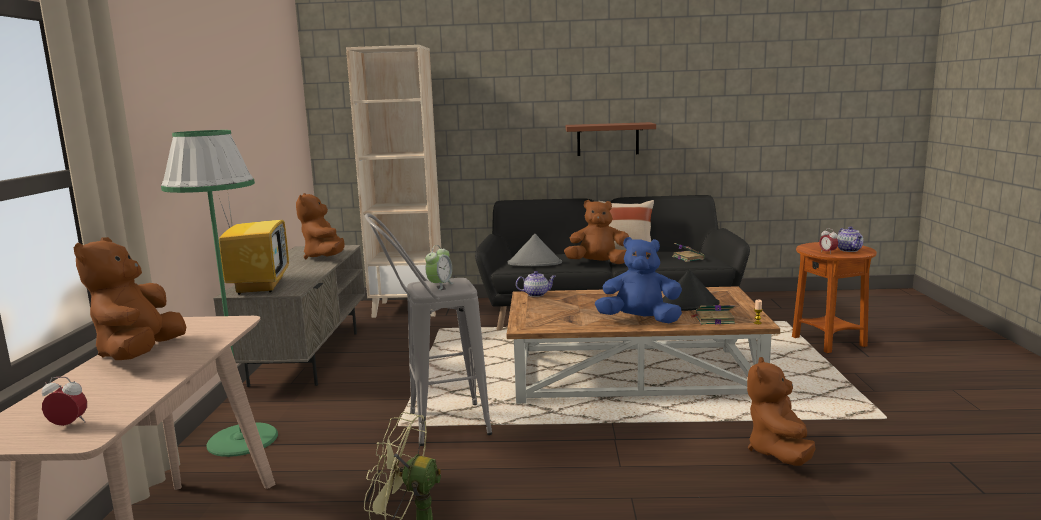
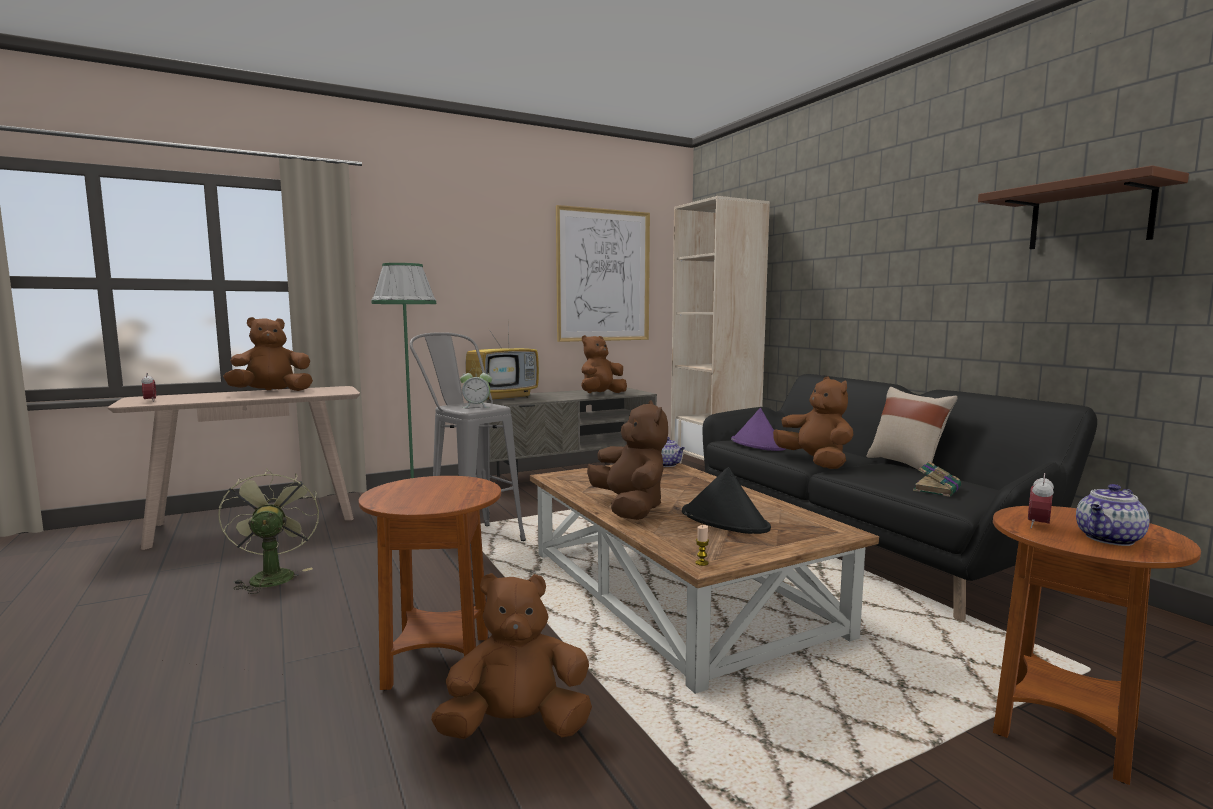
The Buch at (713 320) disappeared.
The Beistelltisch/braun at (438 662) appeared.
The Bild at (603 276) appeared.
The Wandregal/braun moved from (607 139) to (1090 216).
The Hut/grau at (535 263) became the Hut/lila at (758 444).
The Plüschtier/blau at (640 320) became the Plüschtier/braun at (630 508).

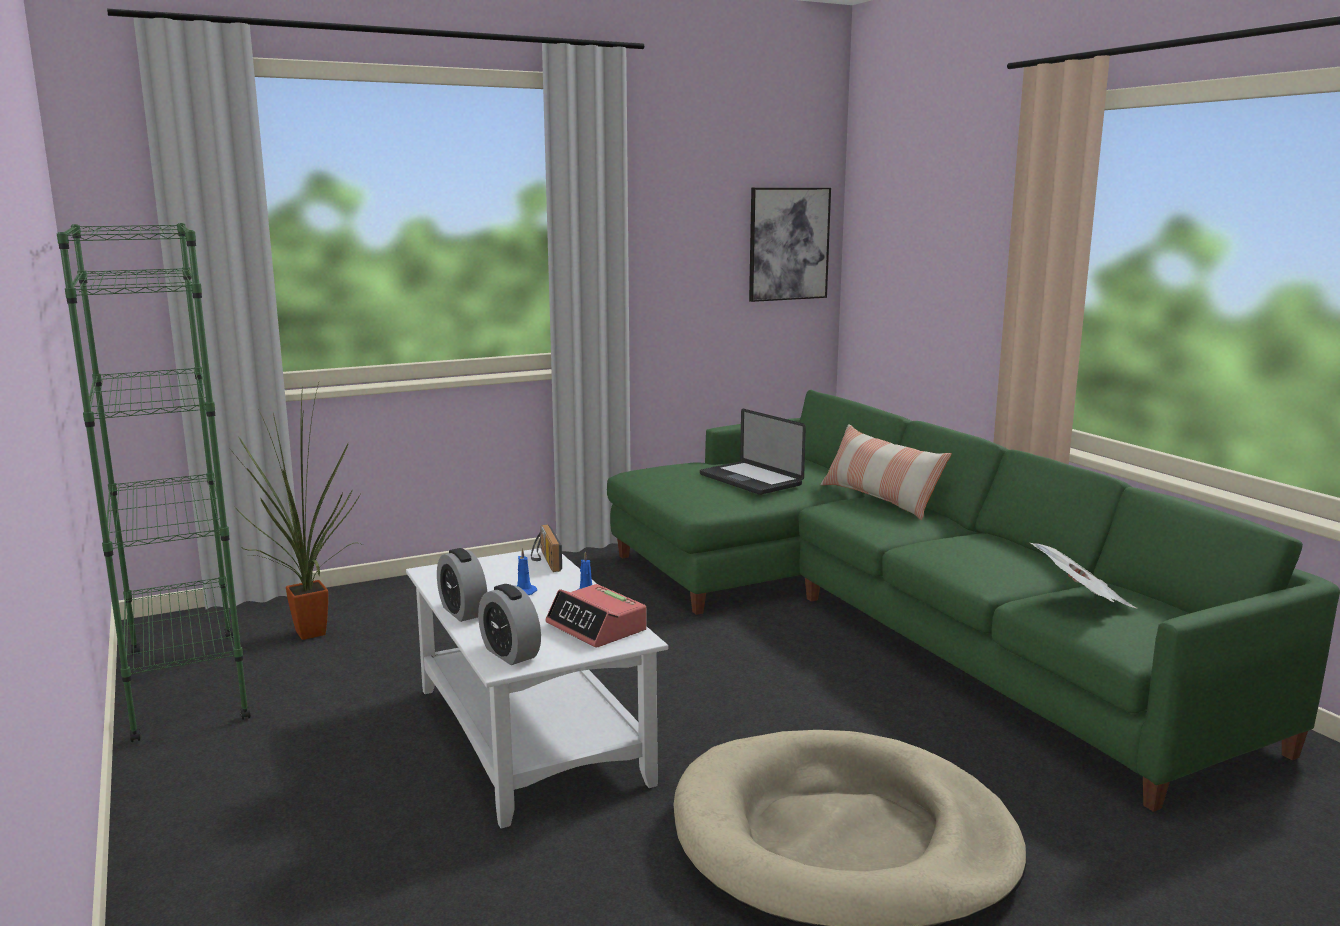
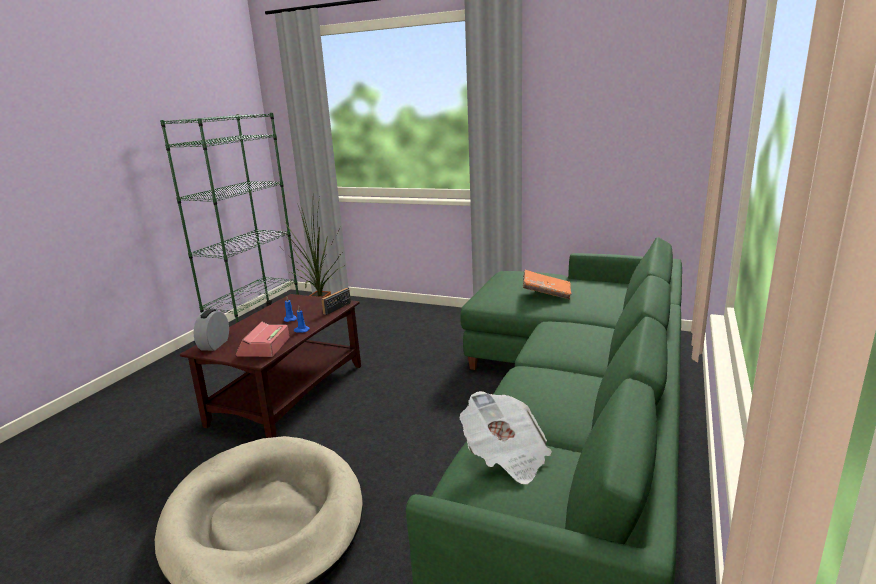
The Wecker at (463 611) disappeared.
The Bild at (788 244) disappeared.
The Kissen at (880 499) disappeared.
The Laptop at (750 480) was replaced by the Buch/orange at (546 293).
The Couchtisch/weiß at (532 735) became the Couchtisch/braun at (288 395).

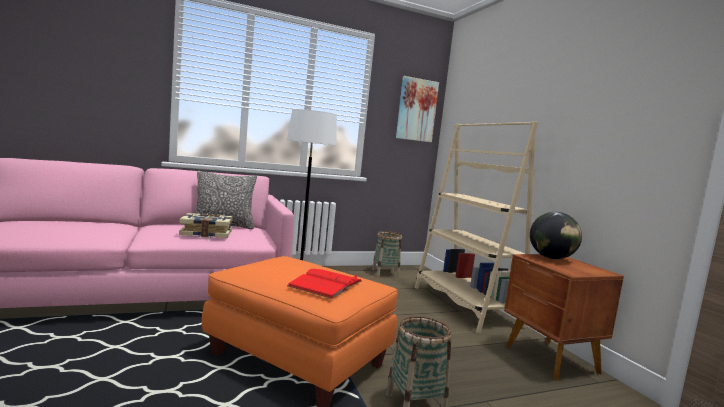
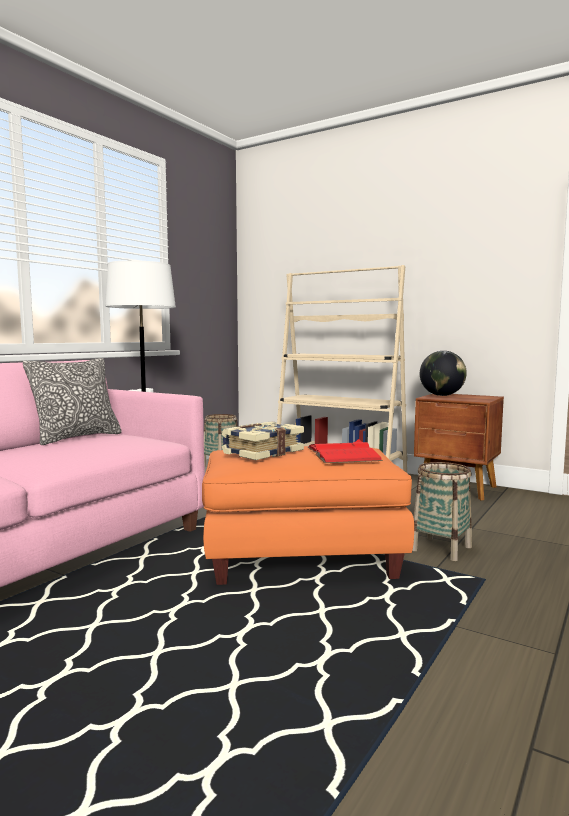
The Bild at (416 110) disappeared.
The Buch moved from (206 233) to (262 452).

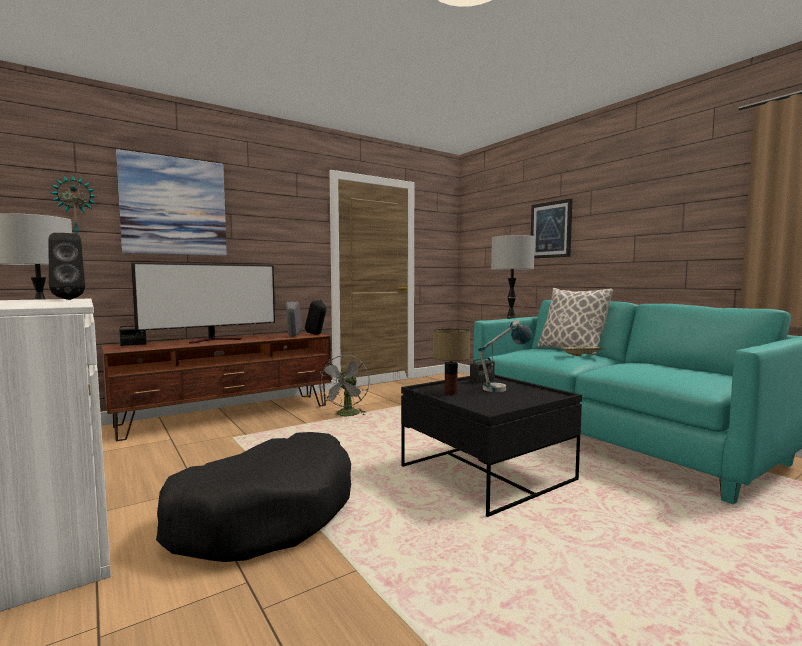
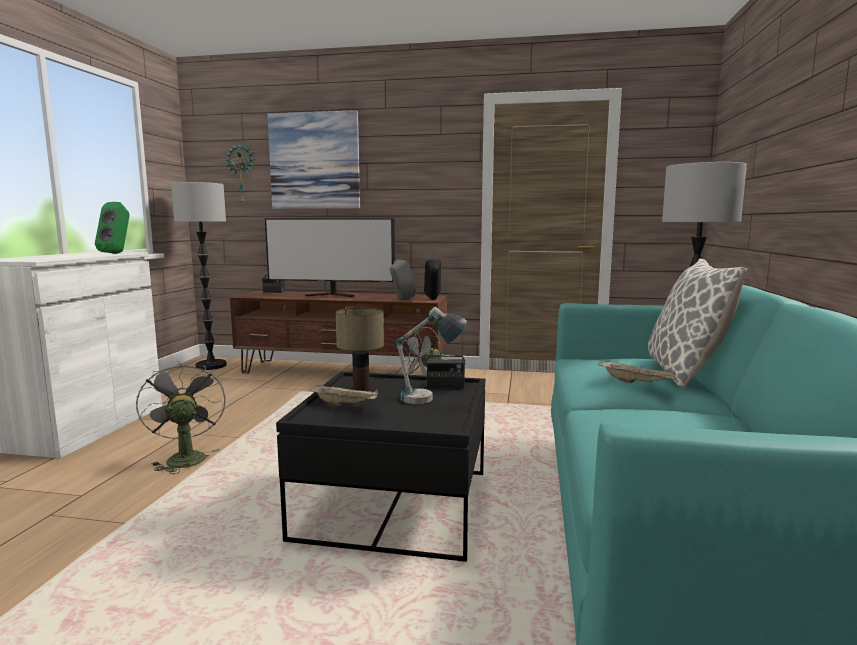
The Bild at (551 230) disappeared.
The Tablett/beige at (345 404) appeared.
The Hundebett/schwarz at (265 514) was replaced by the Ventilator/grau at (184 457).
The Lautsprecher/schwarz at (69 299) became the Lautsprecher/grün at (117 253).

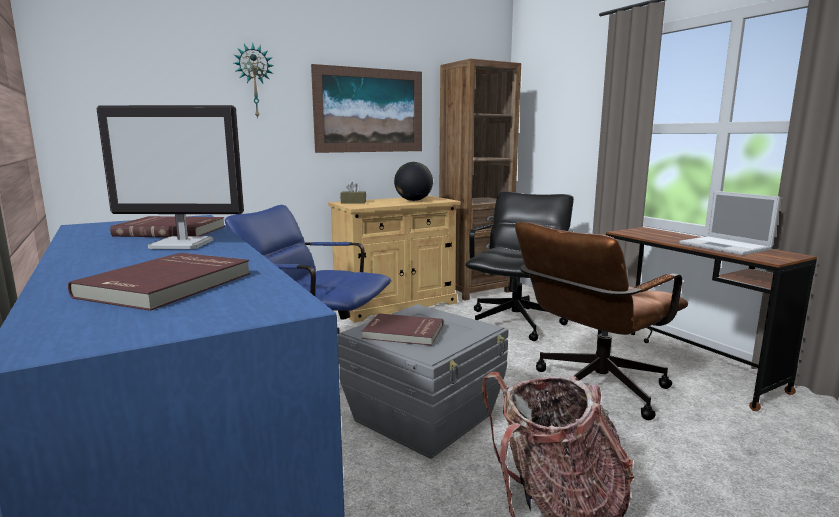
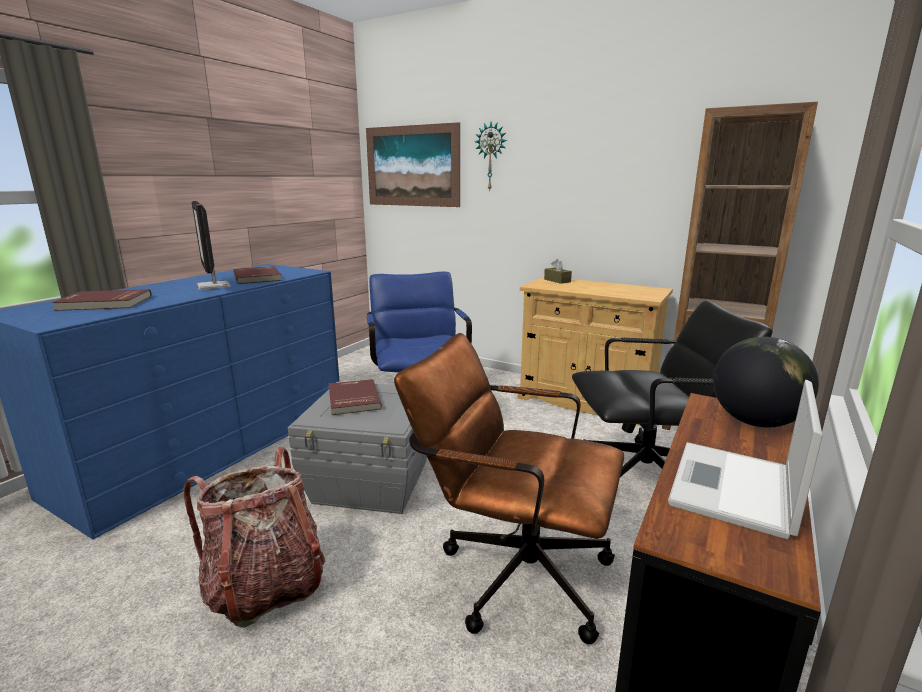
The Bild moved from (369 110) to (412 166).
The Globus moved from (413 200) to (755 422).

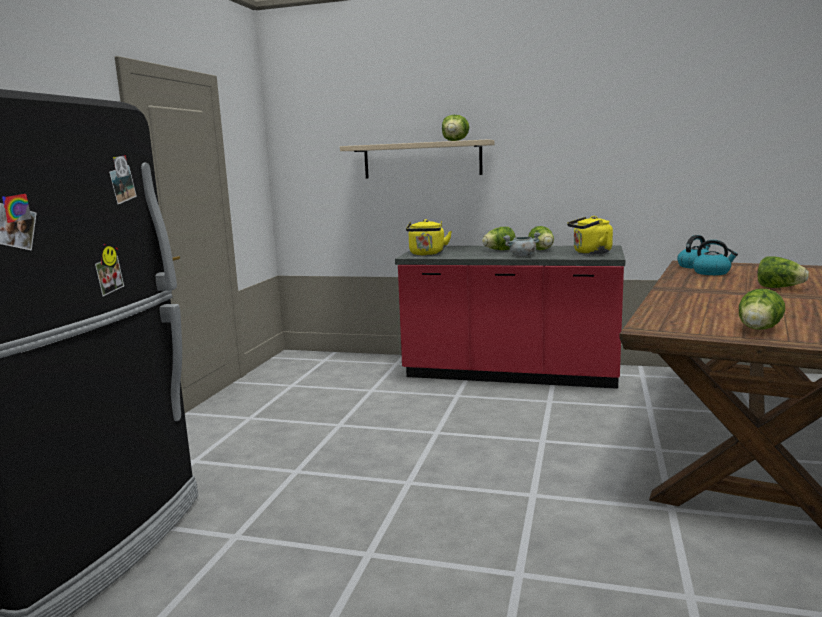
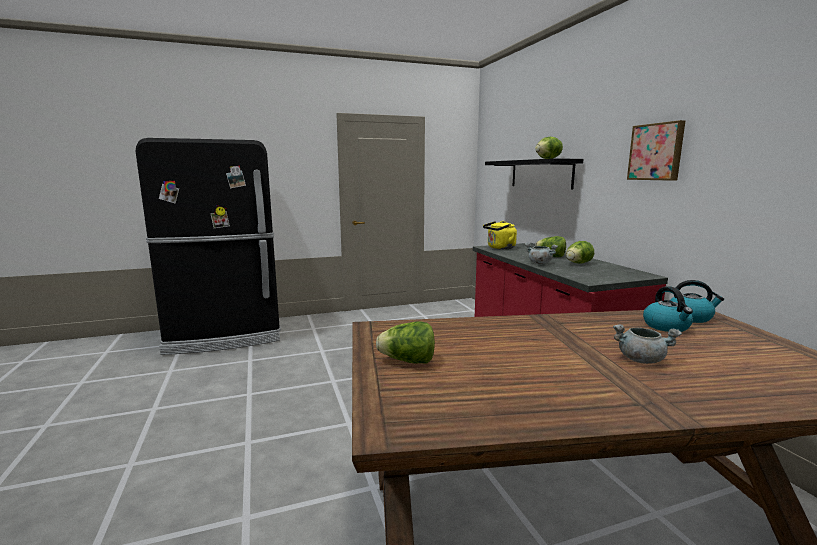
The Wasserkessel/gelb at (590 253) disappeared.
The Bild at (656 152) appeared.
The Salatkopf at (779 288) was replaced by the Kochtopf/grau at (641 359).
The Wandregal/beige at (422 160) became the Wandregal/schwarz at (541 174).

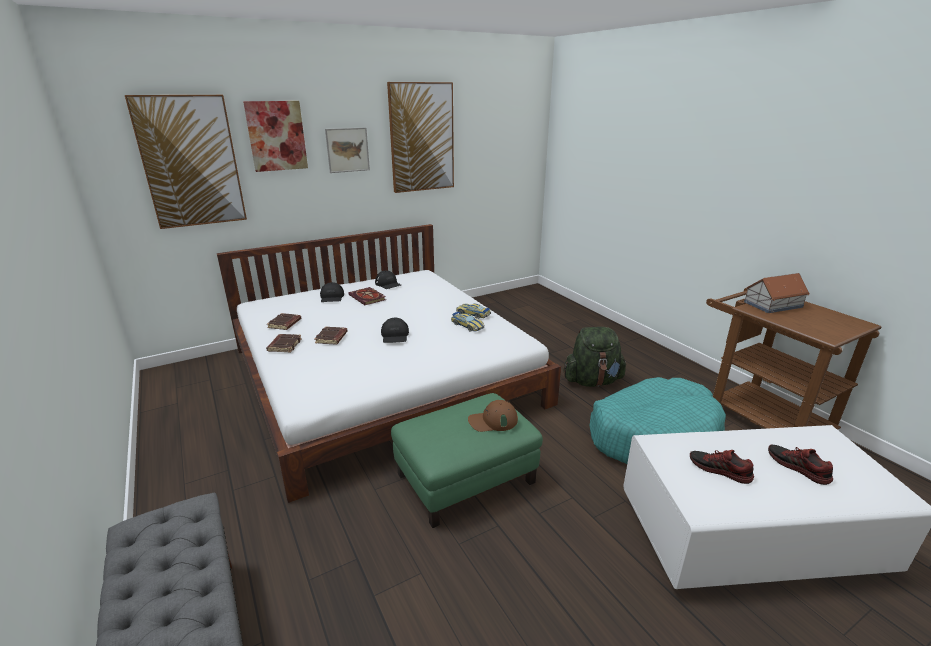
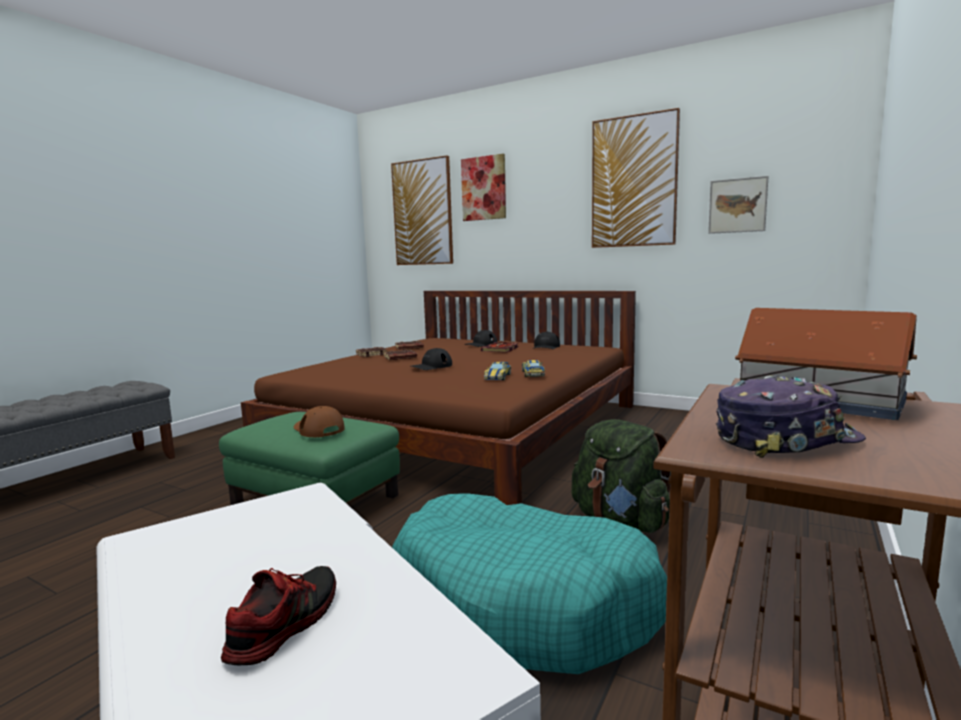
The Schuh at (719 470) disappeared.
The Kappe at (784 439) appeared.
The Bild moved from (347 150) to (737 205).
The Bett/weiß at (382 375) became the Bett/braun at (459 426).

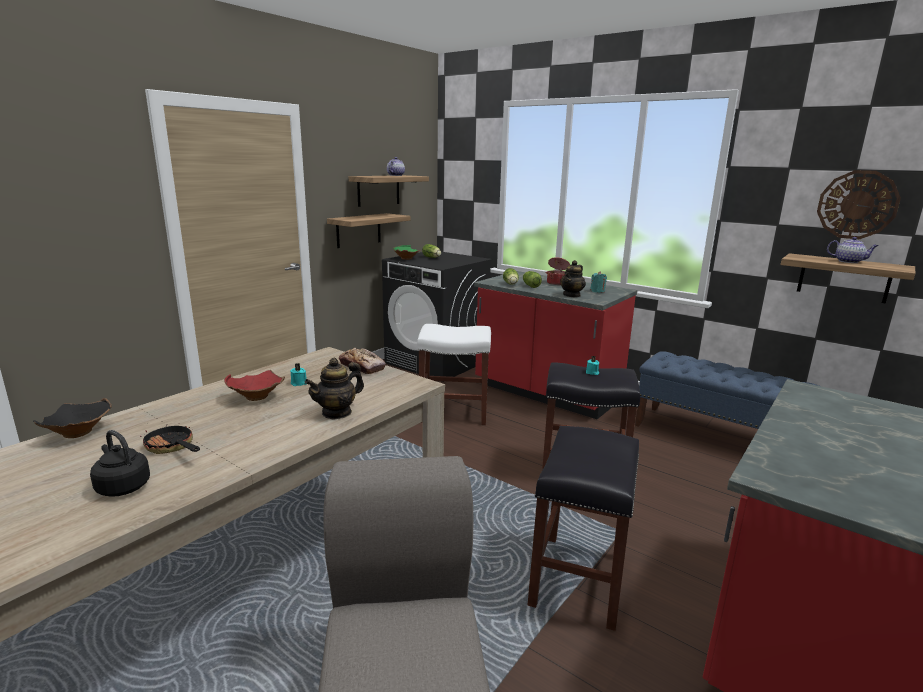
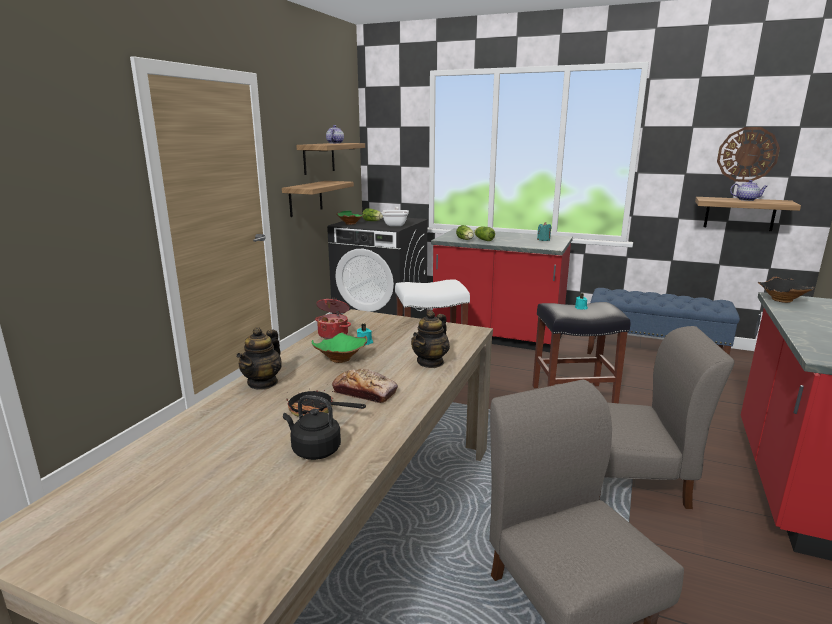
The Pfanne at (396 224) appeared.
The Schüssel/schwarz moved from (79 433) to (783 300).
The Brot moved from (362 367) to (365 392).
The Kochtopf moved from (557 283) to (334 334).
The Teekanne moved from (572 295) to (263 383).
The Hocker/schwarz at (579 581) was replaced by the Stuhl/grau at (630 480).
The Schüssel/rot at (257 397) became the Schüssel/grün at (341 359).

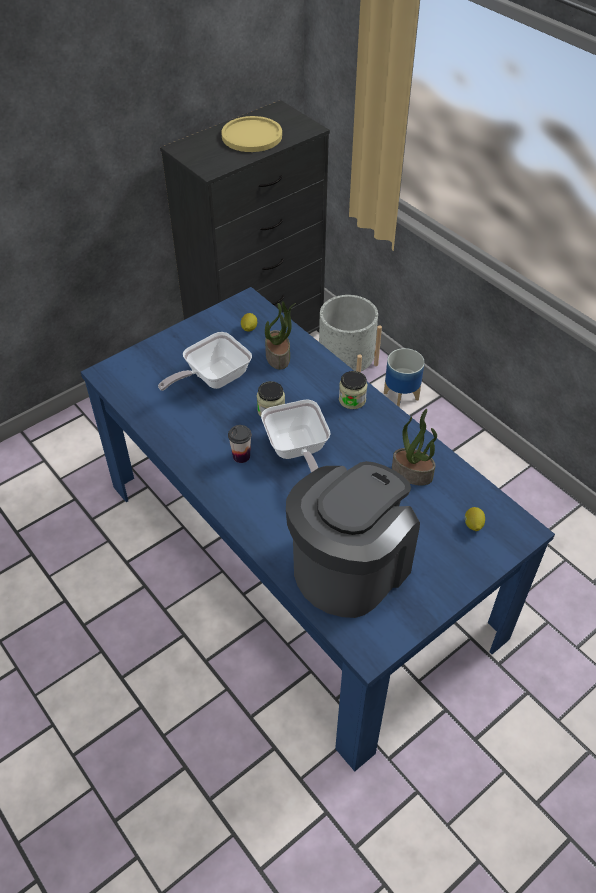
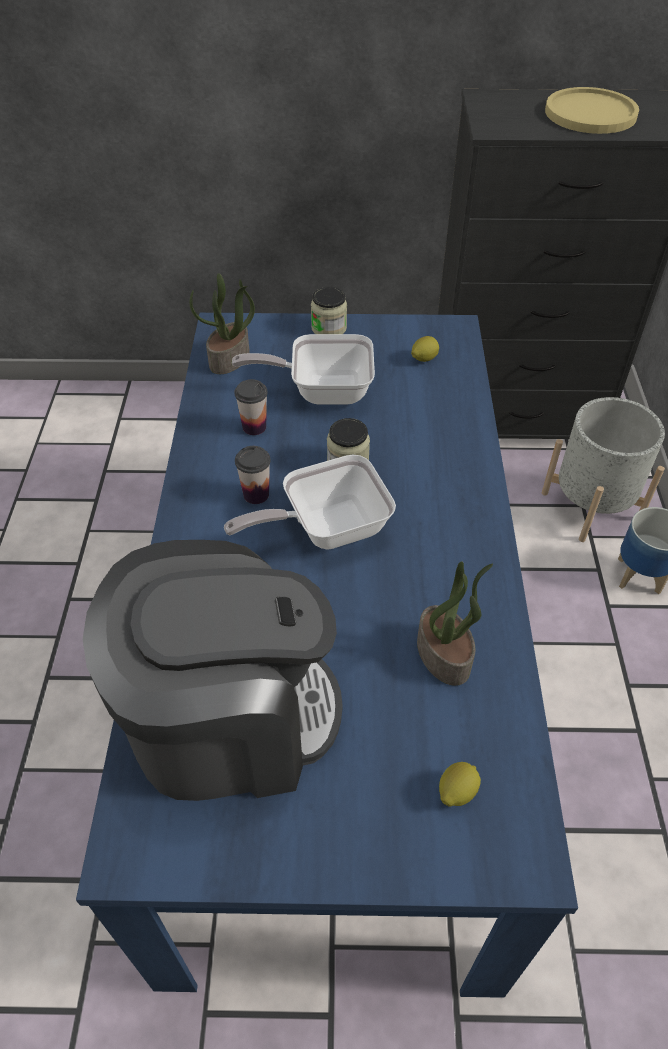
The Tasse at (254 427) appeared.
The Topfpflanze moved from (278 357) to (230 359).
The Vorratsglas moved from (352 400) to (329 328).
The Pfanne at (297 451) turned 45 degrees clockwise.

